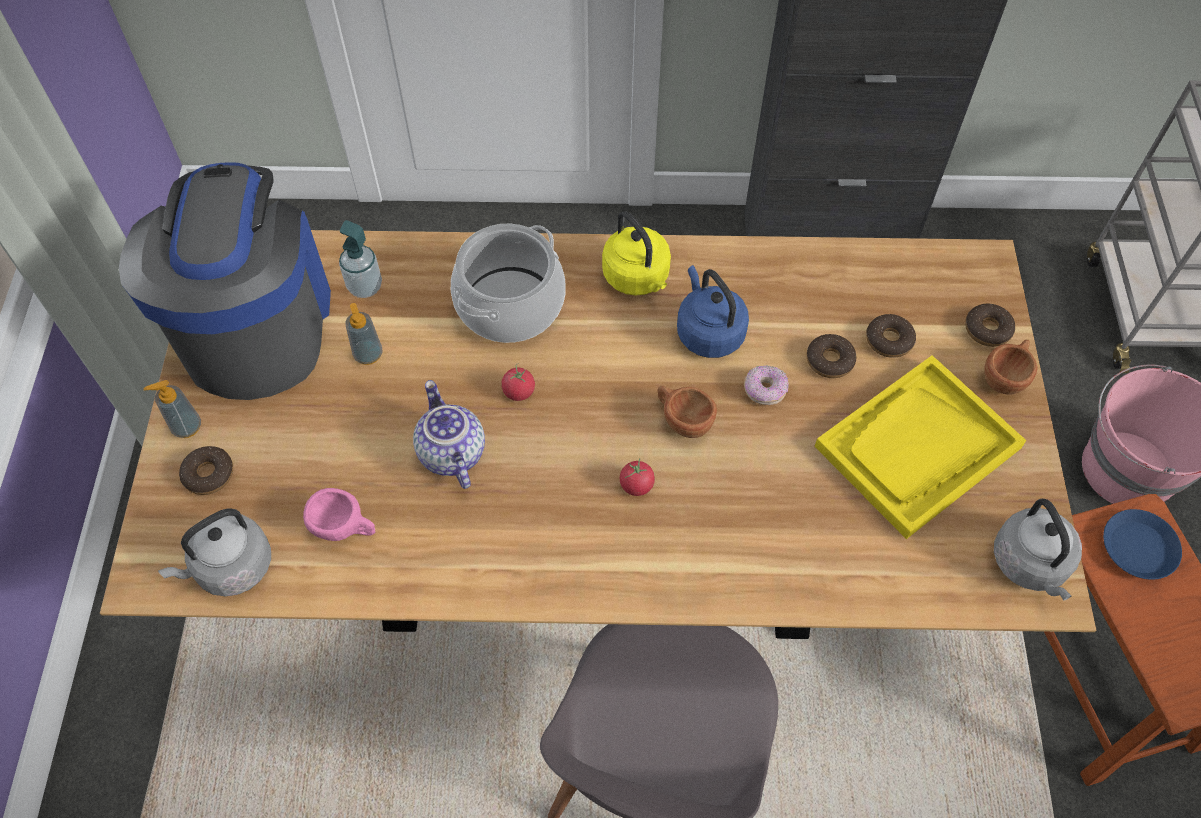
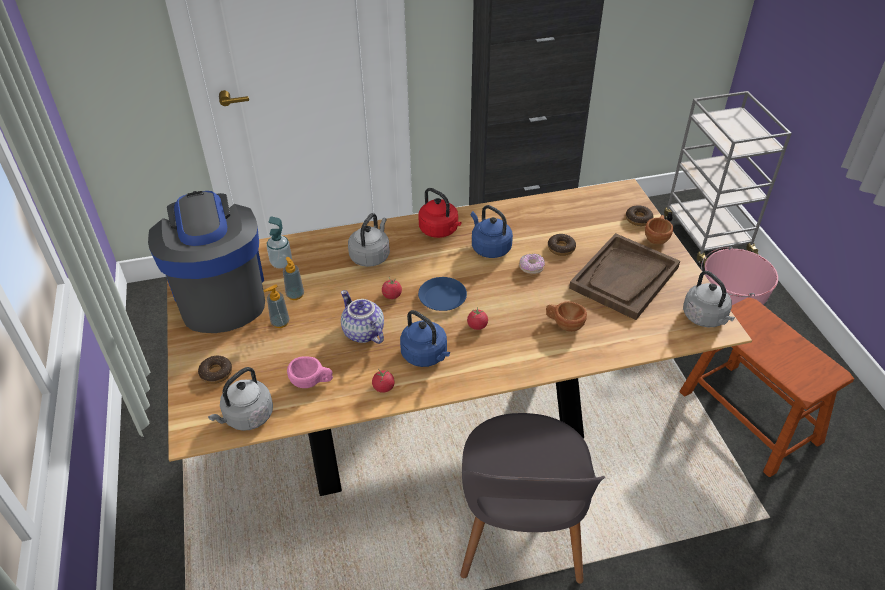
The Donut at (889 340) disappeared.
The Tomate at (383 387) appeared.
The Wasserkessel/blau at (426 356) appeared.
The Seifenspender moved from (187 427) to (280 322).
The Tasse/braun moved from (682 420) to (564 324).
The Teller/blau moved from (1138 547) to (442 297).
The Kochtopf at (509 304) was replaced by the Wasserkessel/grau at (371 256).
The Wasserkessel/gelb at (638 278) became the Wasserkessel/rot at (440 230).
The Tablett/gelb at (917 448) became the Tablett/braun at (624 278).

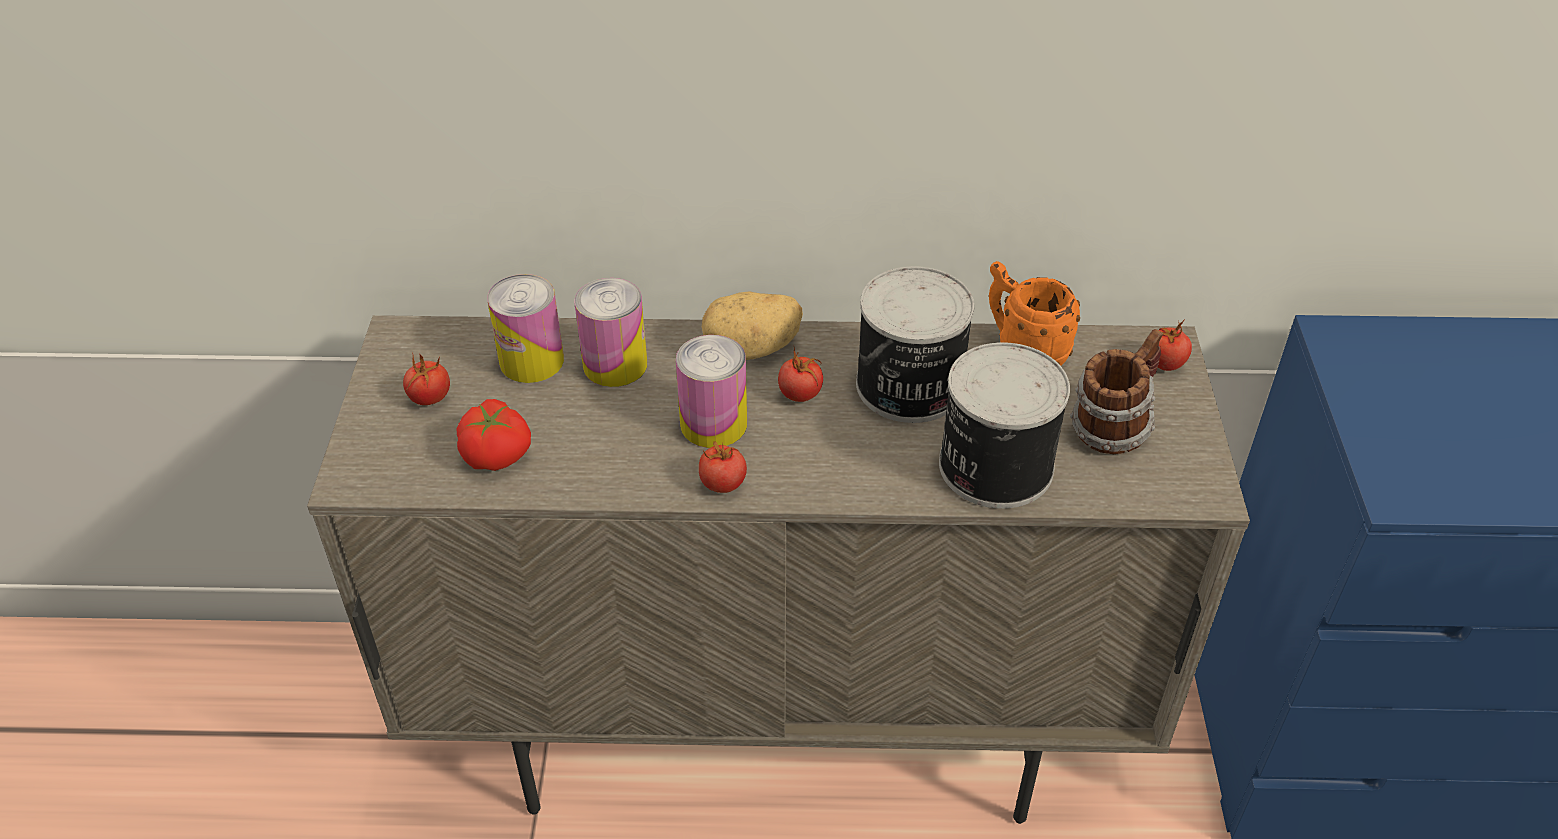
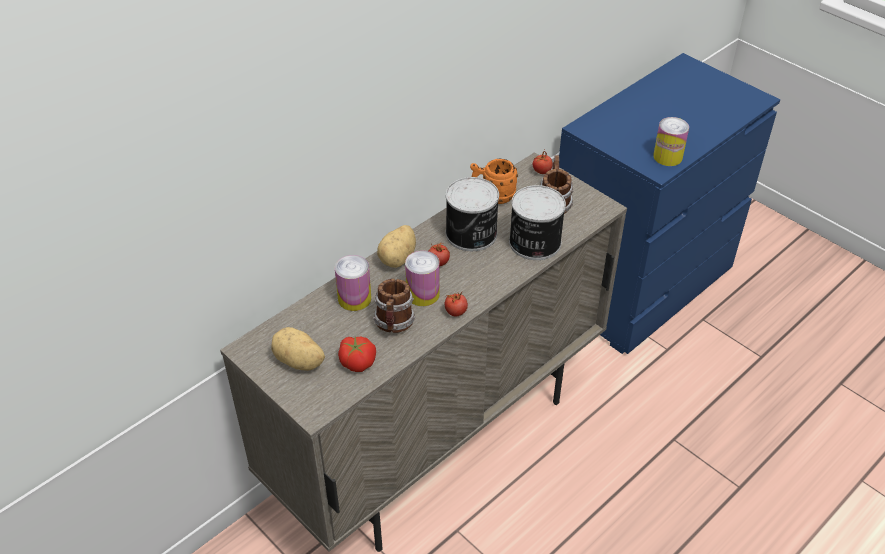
The Henkelbecher at (394 324) appeared.
The Dose moved from (531 361) to (667 157).
The Tomate at (430 398) was replaced by the Kartoffel at (299 362).

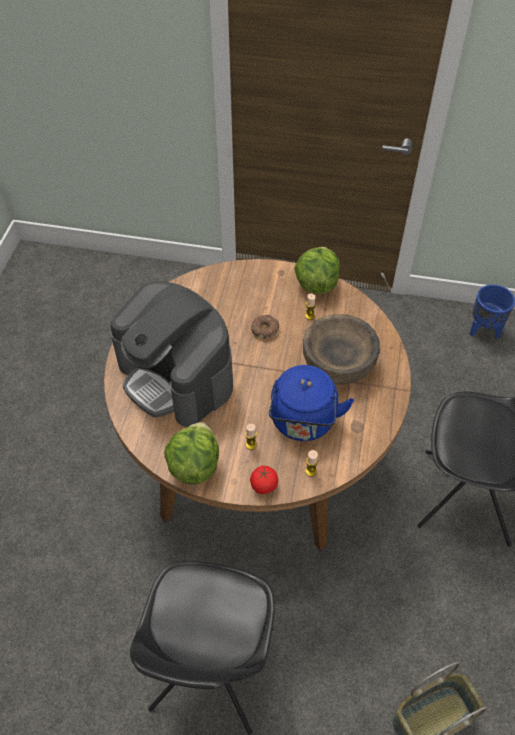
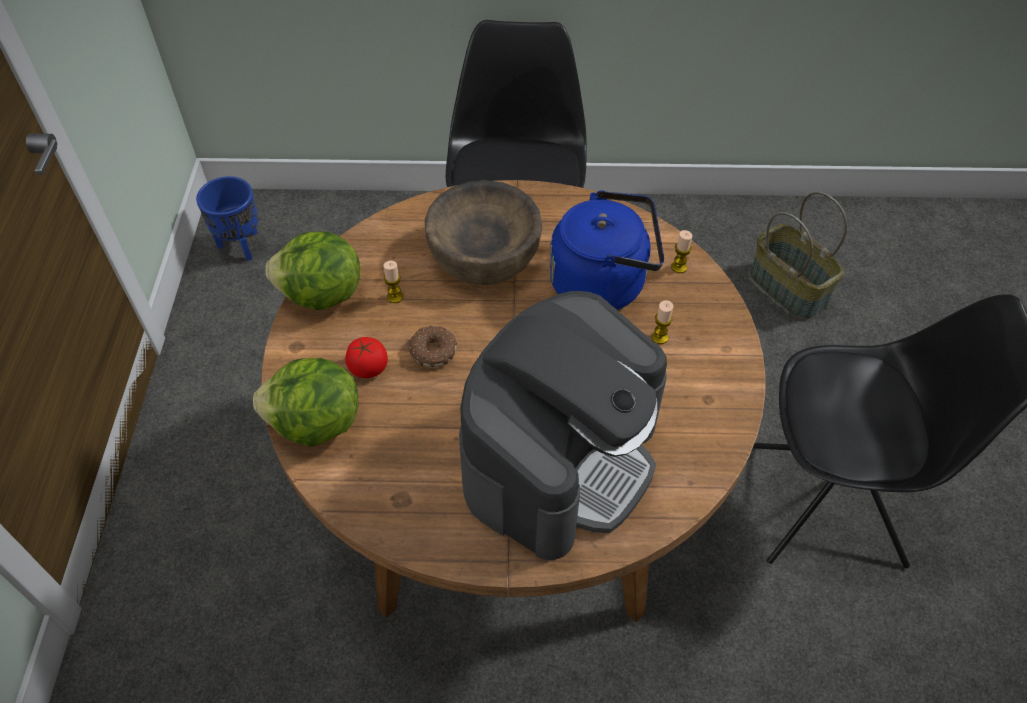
The Salatkopf moved from (194 465) to (316 424).
The Tomate moved from (263 485) to (368 368).

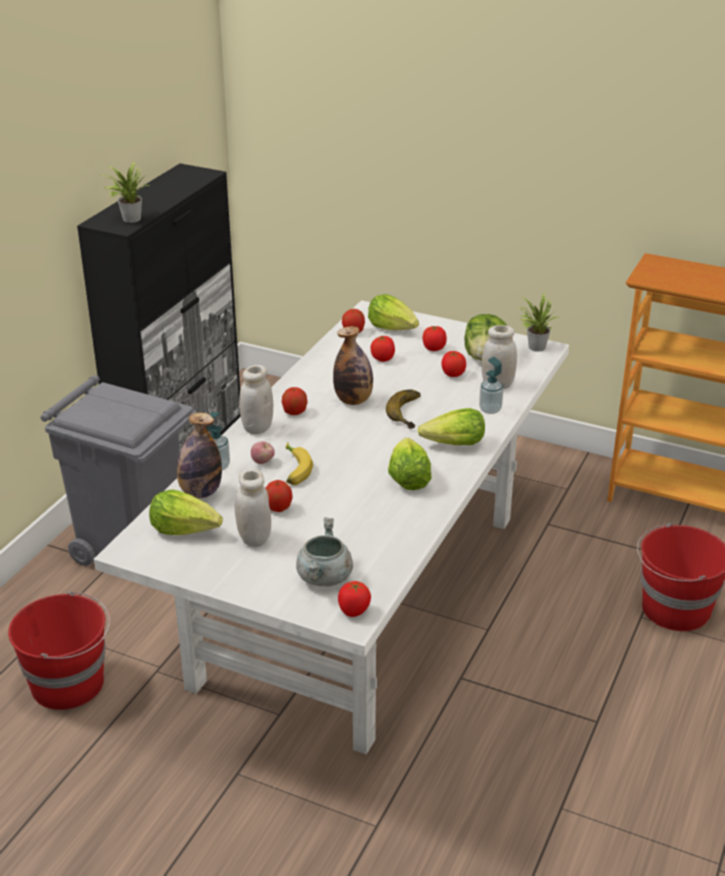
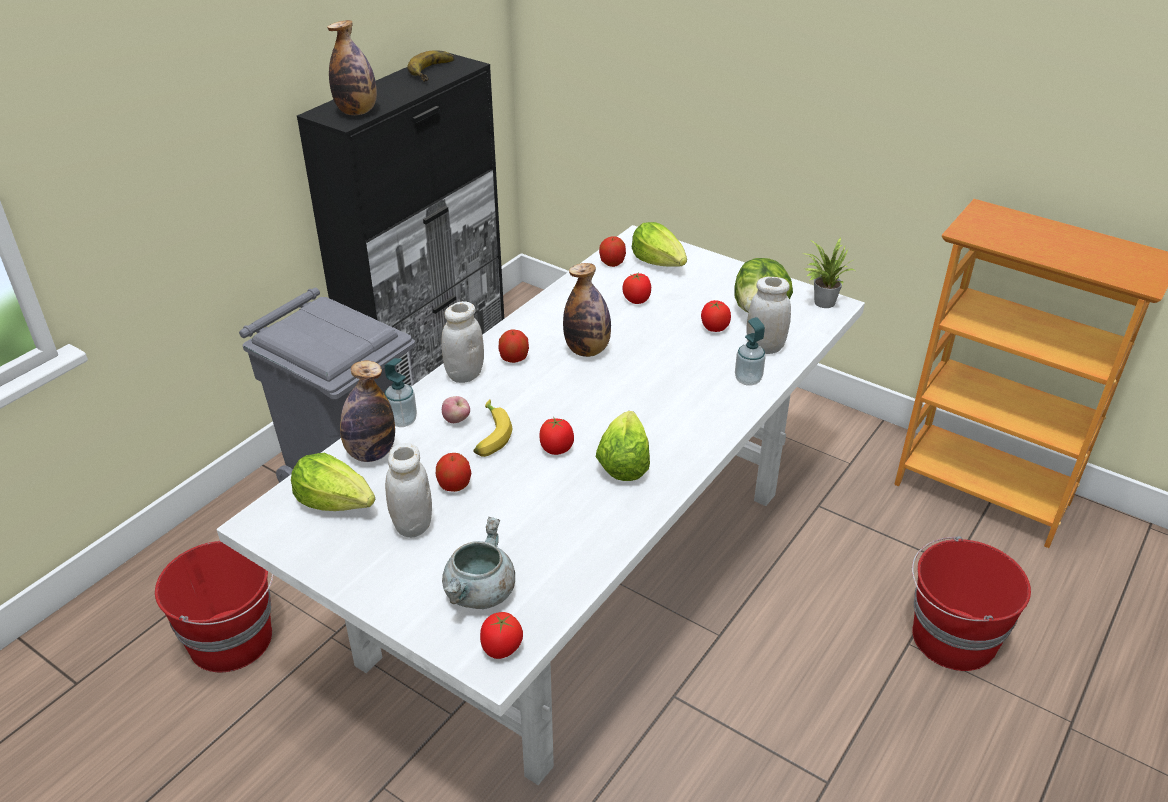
The Salatkopf at (454 444) disappeared.
The Banane moved from (411 412) to (436 71).
The Tomate moved from (434 348) to (557 449).
The Topfpflanze at (129 219) was replaced by the Flasche at (357 112).

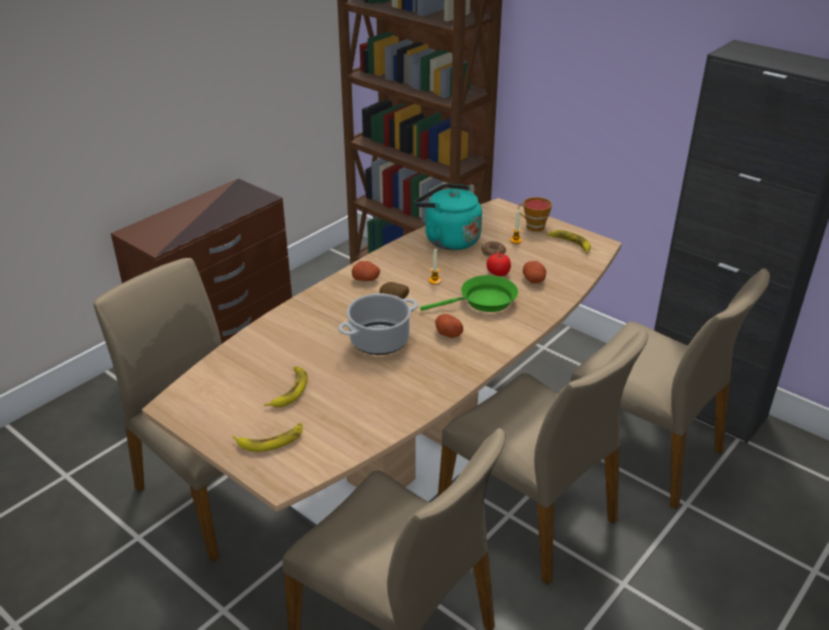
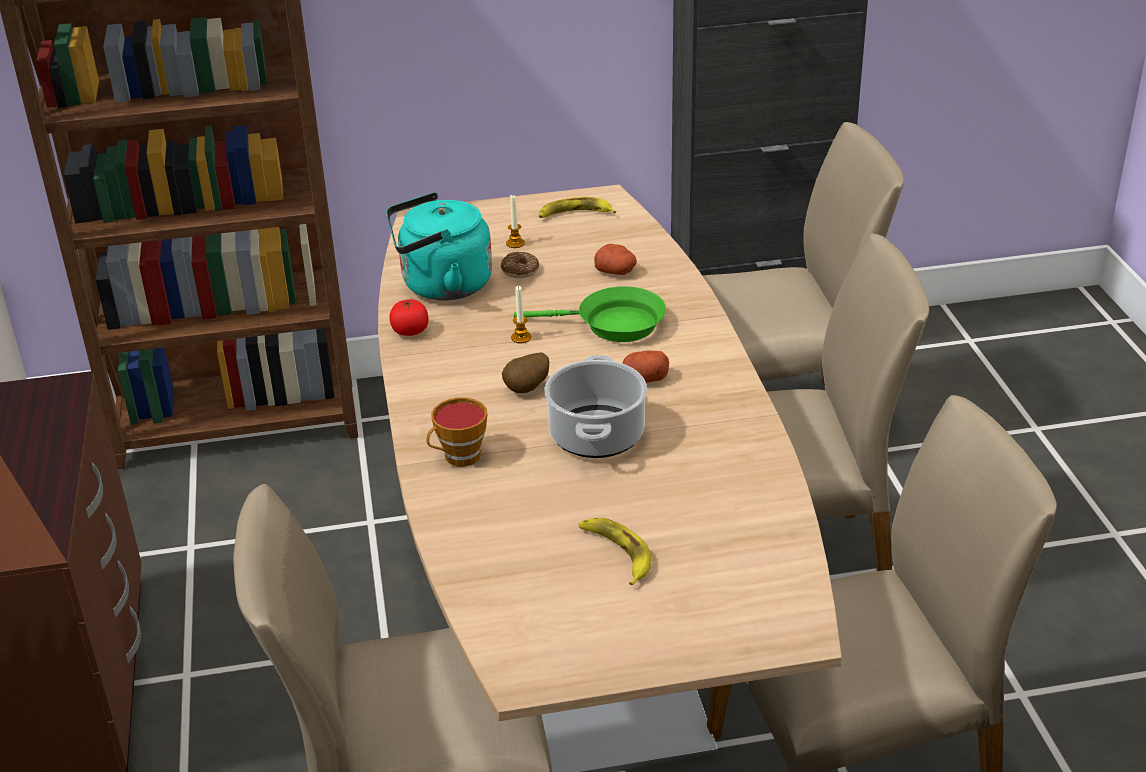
The Banane at (271 440) disappeared.
The Kartoffel at (366 279) disappeared.
The Tomate moved from (498 273) to (410 331).
The Tasse moved from (533 227) to (459 458).
The Pfanne/grün at (483 301) turned 75 degrees clockwise.

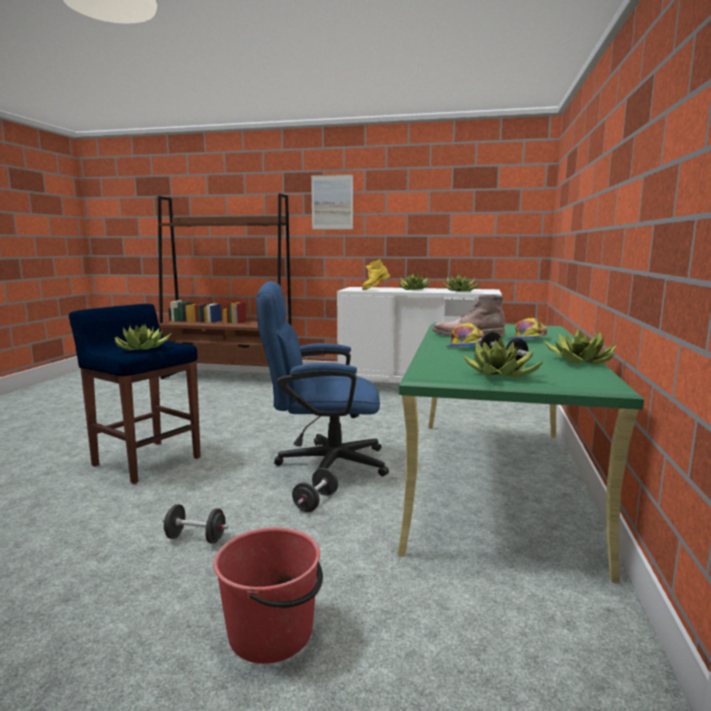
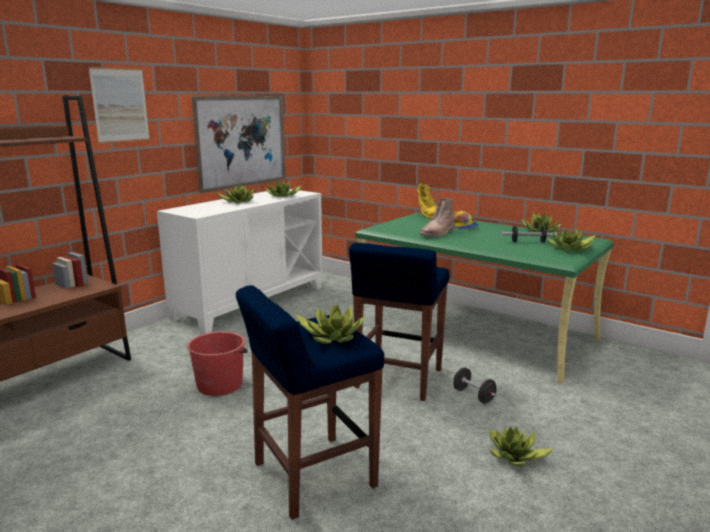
The Kappe at (465 345) disappeared.
The Bild at (242 141) appeared.
The Eimer/rot moved from (272 632) to (220 384).
The Stiefel/gelb moved from (375 289) to (427 215).
The Hantel/schwarz at (196 538) was replaced by the Topfpflanze at (515 457).
The Bürostuhl/blau at (321 463) was replaced by the Hocker/blau at (398 379).

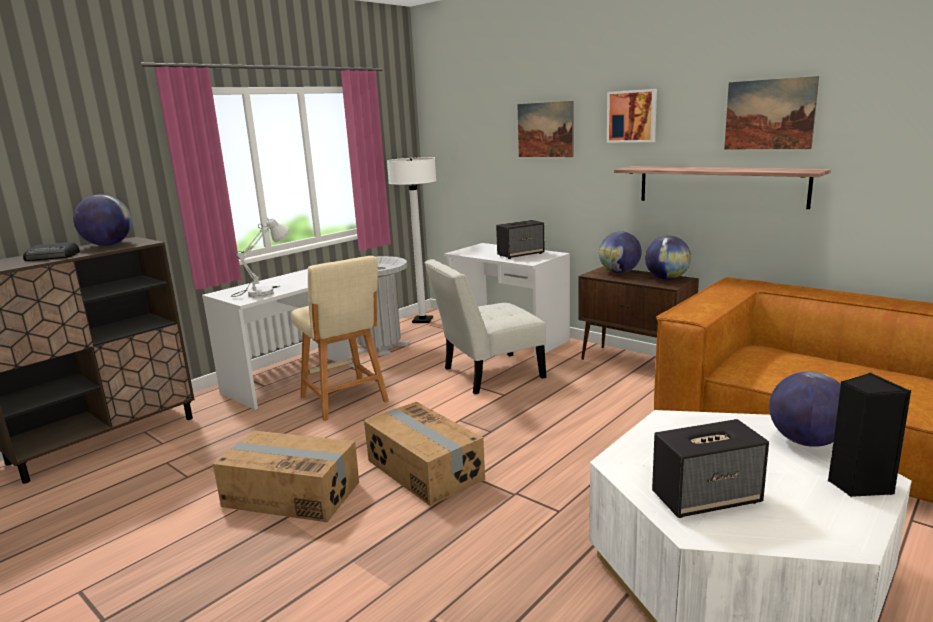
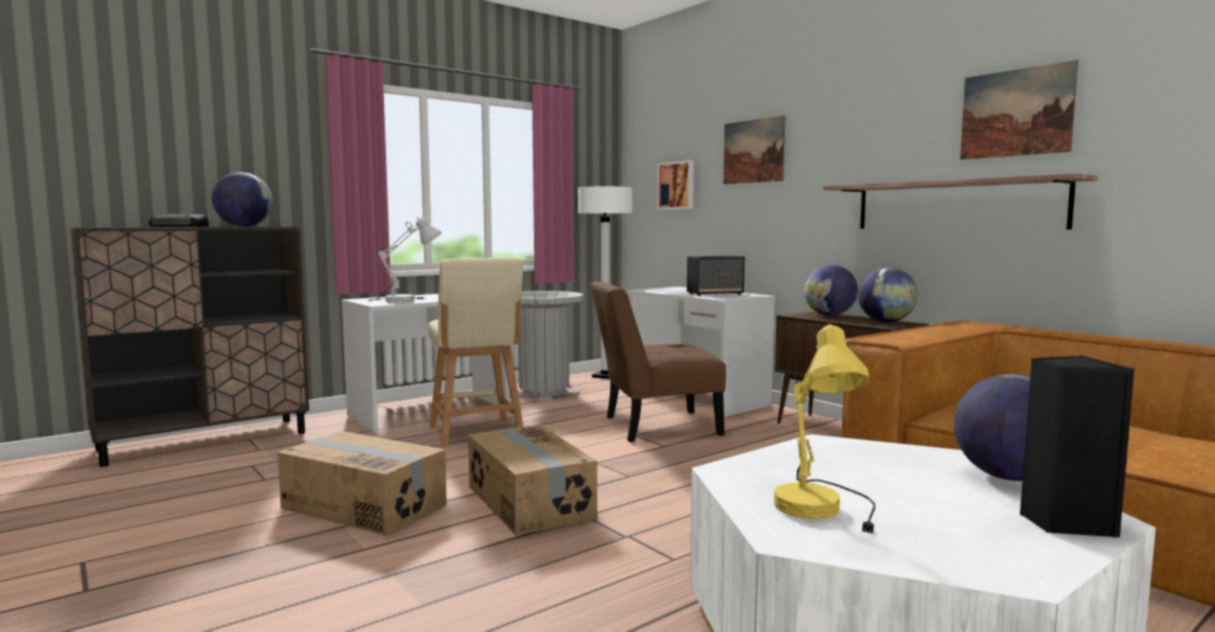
The Bild moved from (632 116) to (677 185).
The Lautsprecher at (707 498) was replaced by the Tischlampe/gelb at (828 512).
The Stuhl/weiß at (488 374) became the Stuhl/braun at (654 426).

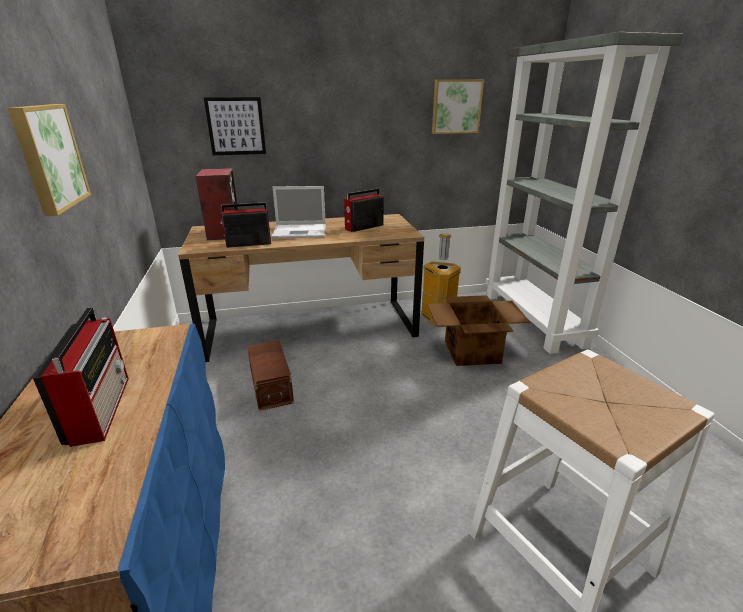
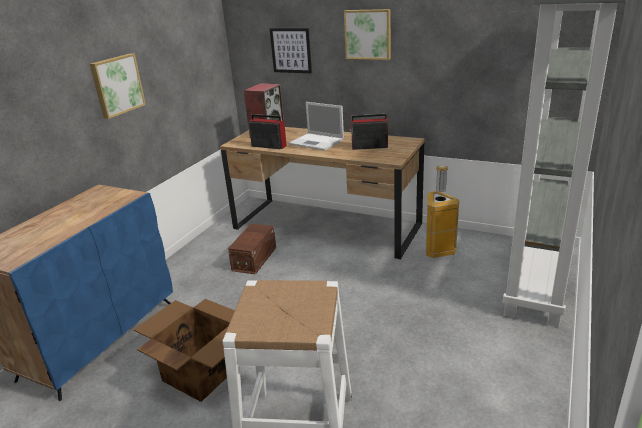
The Radio at (100 407) disappeared.
The Karton moved from (471 351) to (201 372).
The Bild moved from (456 106) to (368 34).

